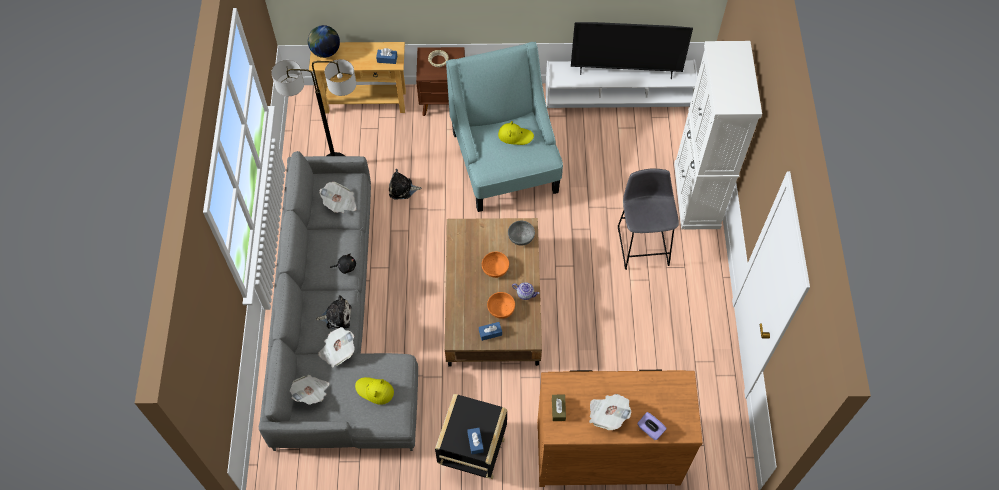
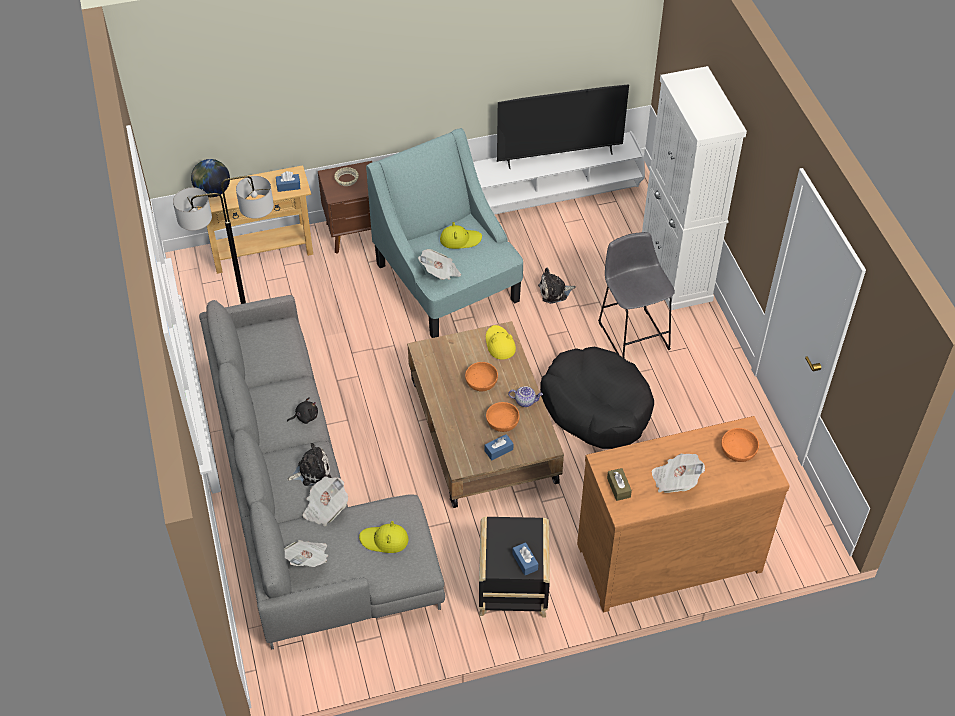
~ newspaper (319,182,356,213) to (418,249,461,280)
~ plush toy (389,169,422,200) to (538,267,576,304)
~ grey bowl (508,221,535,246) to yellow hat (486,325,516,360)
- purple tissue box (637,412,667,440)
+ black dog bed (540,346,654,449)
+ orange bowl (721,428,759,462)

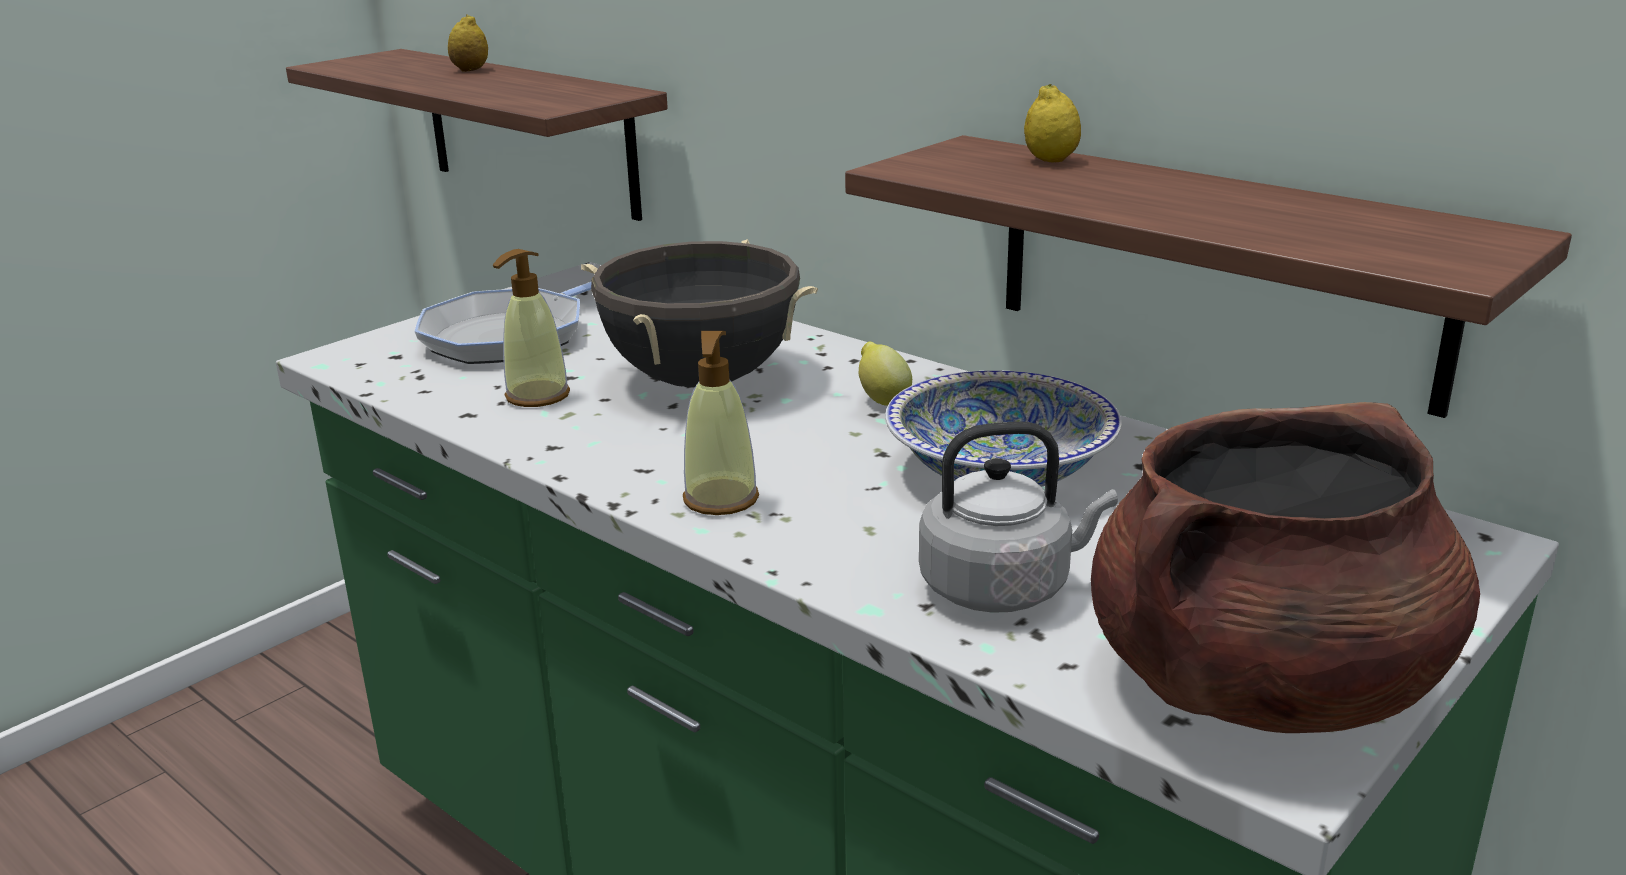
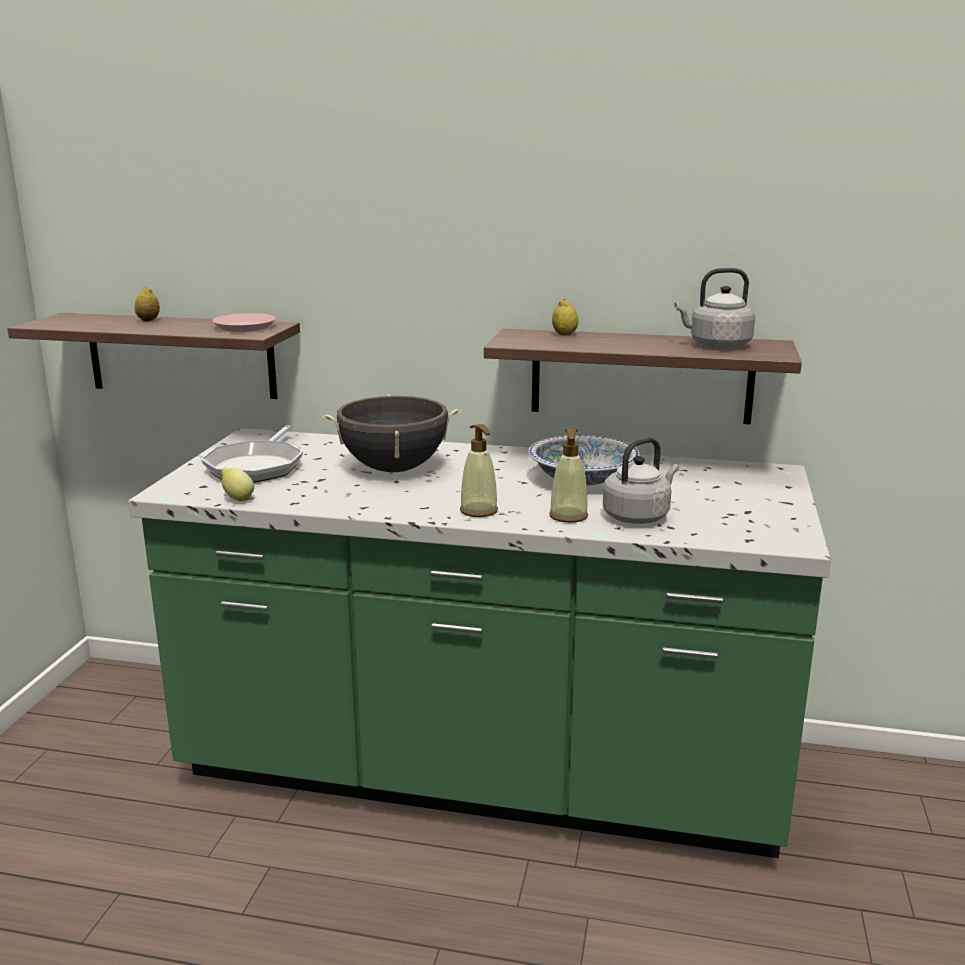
~ soap dispenser (493,249,570,407) to (549,429,588,523)
~ lemon (859,342,912,406) to (221,468,254,501)
- brown cooking pot (1091,402,1480,733)
+ pink plate (212,313,276,332)
+ grey kettle (674,268,755,348)

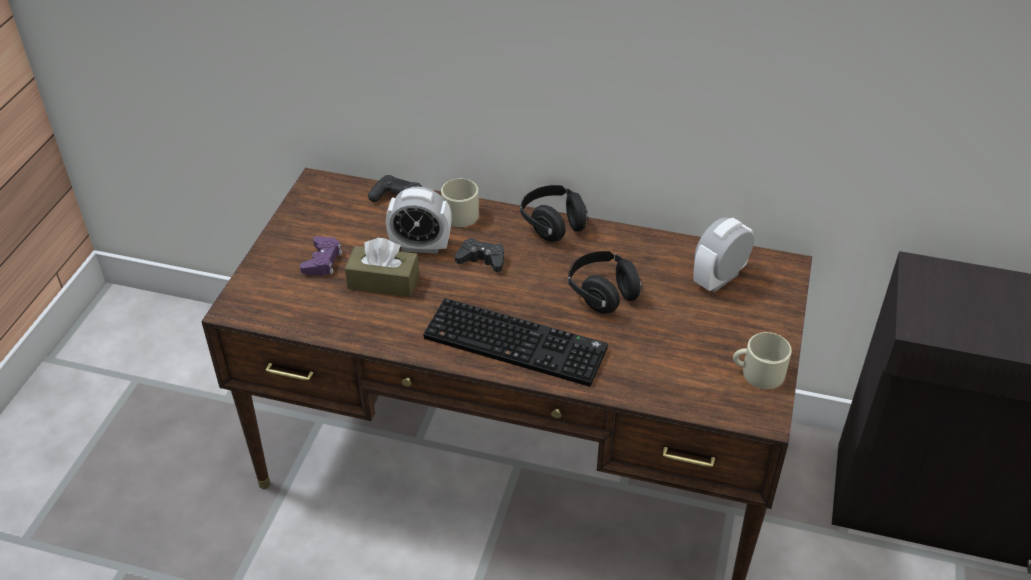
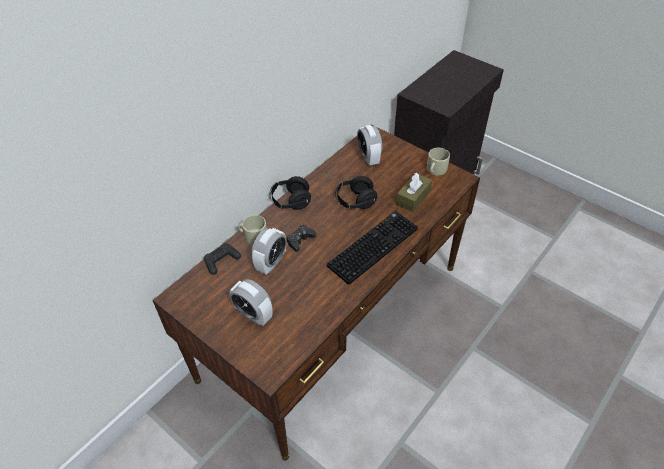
~ purple game controller (300,236,342,276) to alarm clock (230,279,273,326)
~ brown tissue box (345,238,419,297) to (396,172,432,212)

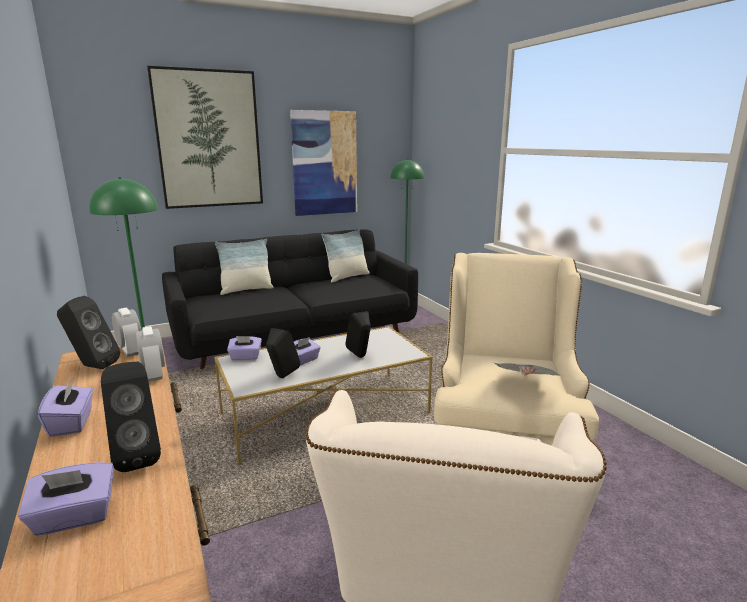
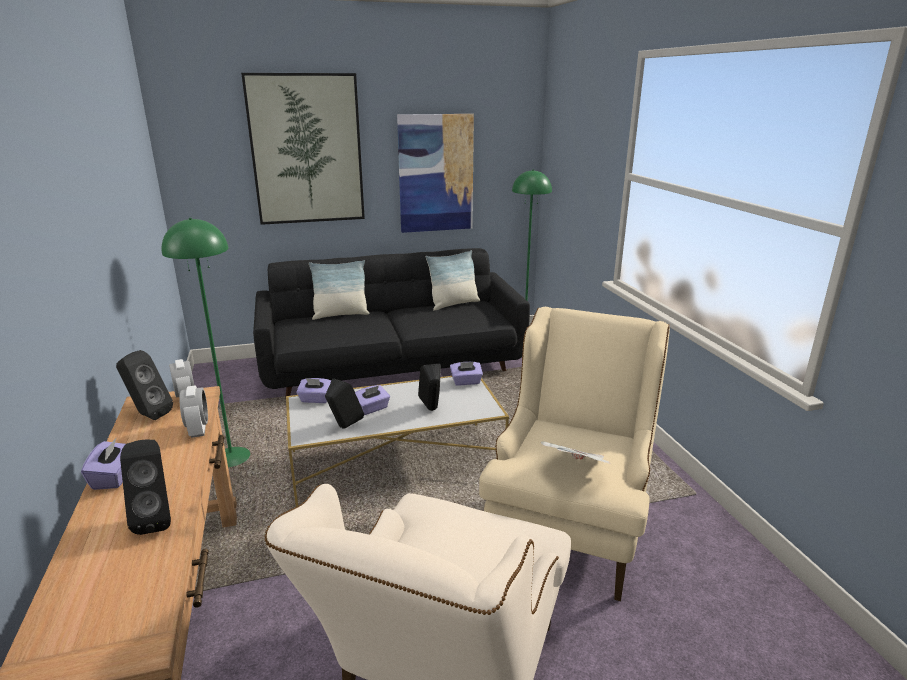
~ purple tissue box (18,462,114,536) to (450,362,483,386)

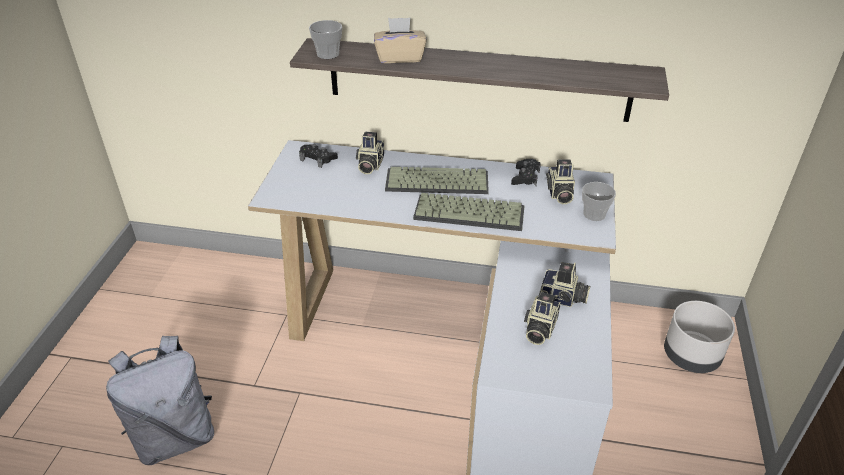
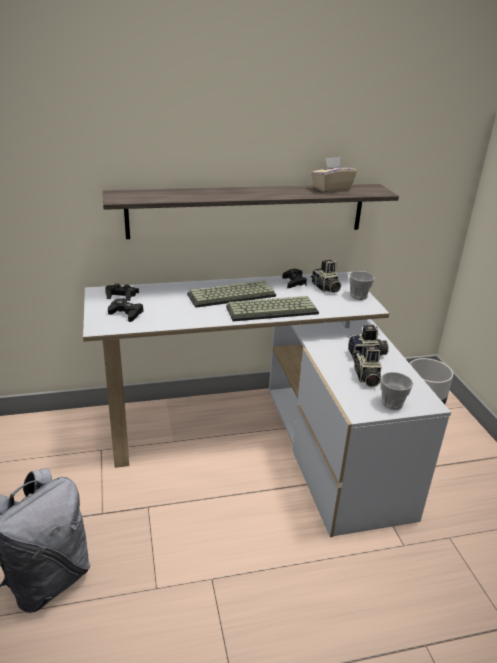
~ cup (309,20,342,59) to (381,372,413,410)
- photo camera (356,132,384,174)
~ beige tissue box (374,18,427,63) to (311,157,357,193)
+ black game controller (108,298,144,322)

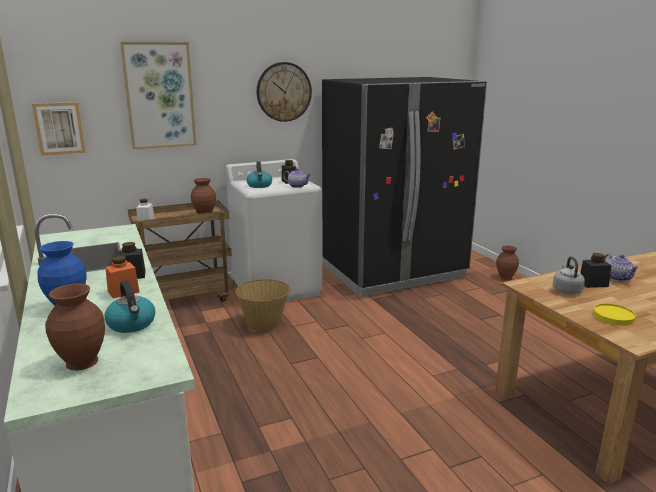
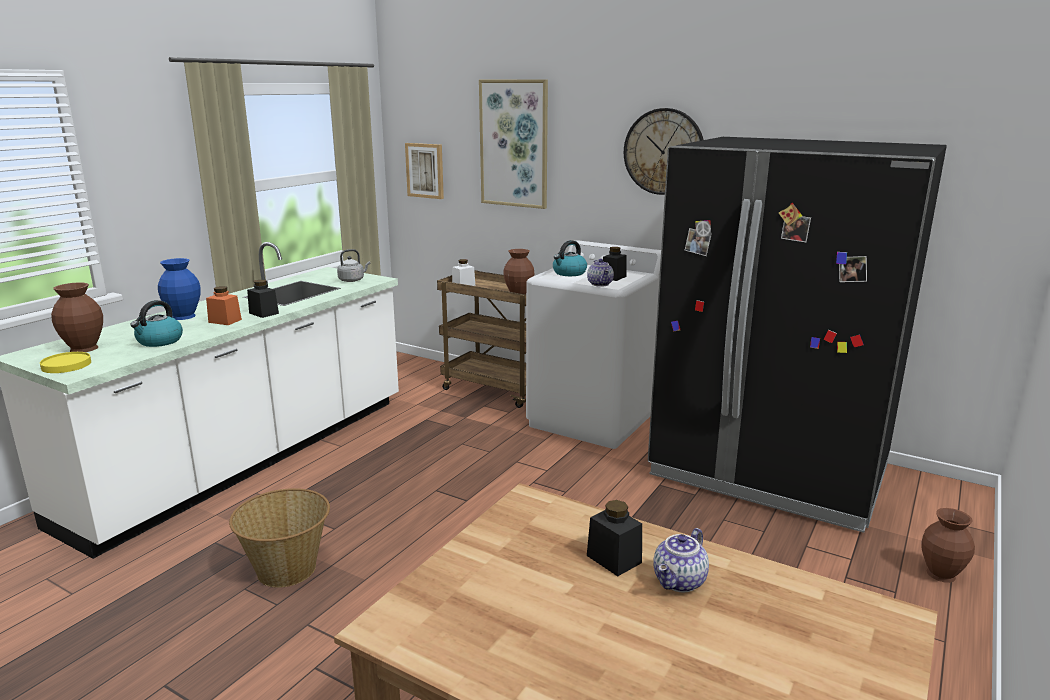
~ basket (235,279,291,332) to (229,488,330,588)
~ grey kettle (553,256,585,294) to (337,249,370,282)
~ yellow plate (593,303,636,326) to (40,352,91,373)

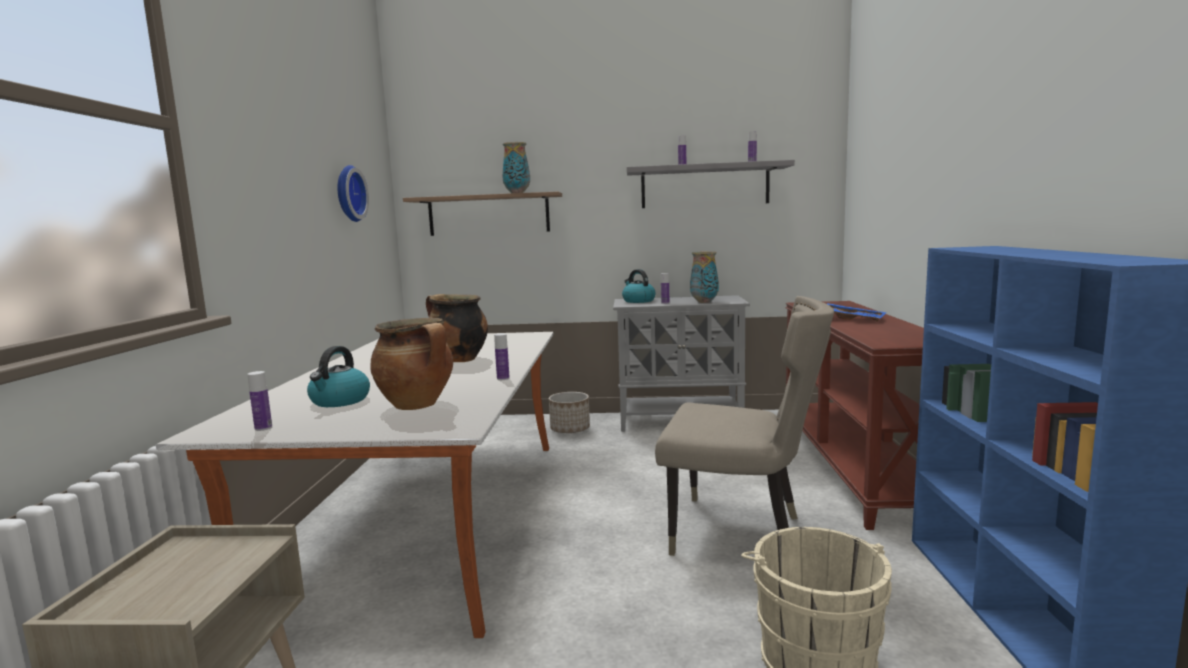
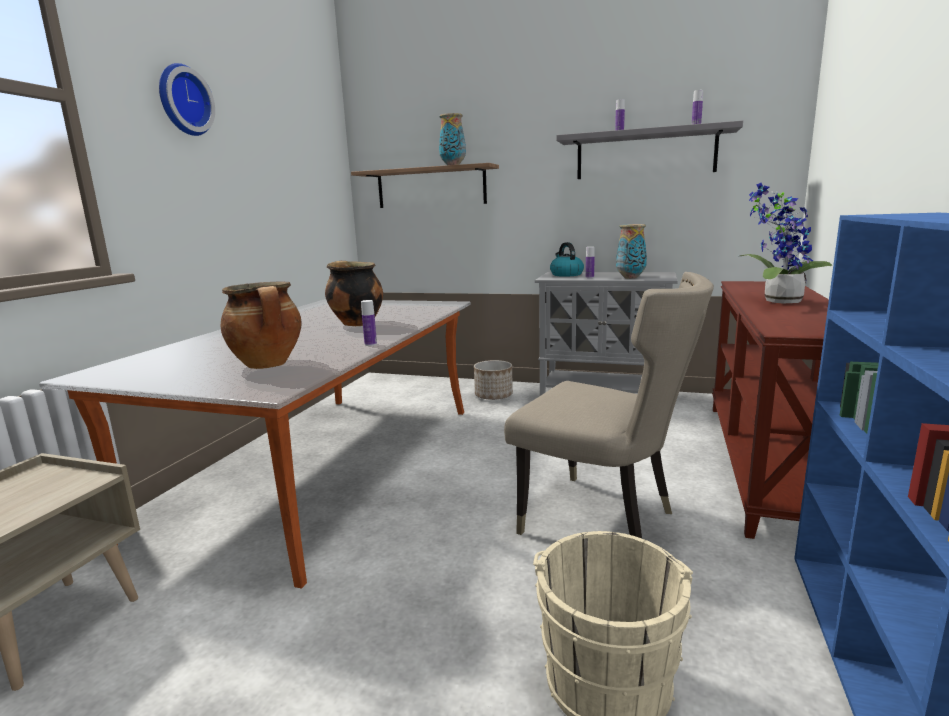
- bottle (247,371,272,431)
- kettle (307,346,370,407)
~ wall clock (337,165,369,222) to (159,63,215,136)
~ blue tray (827,303,887,322) to potted plant (740,183,832,304)

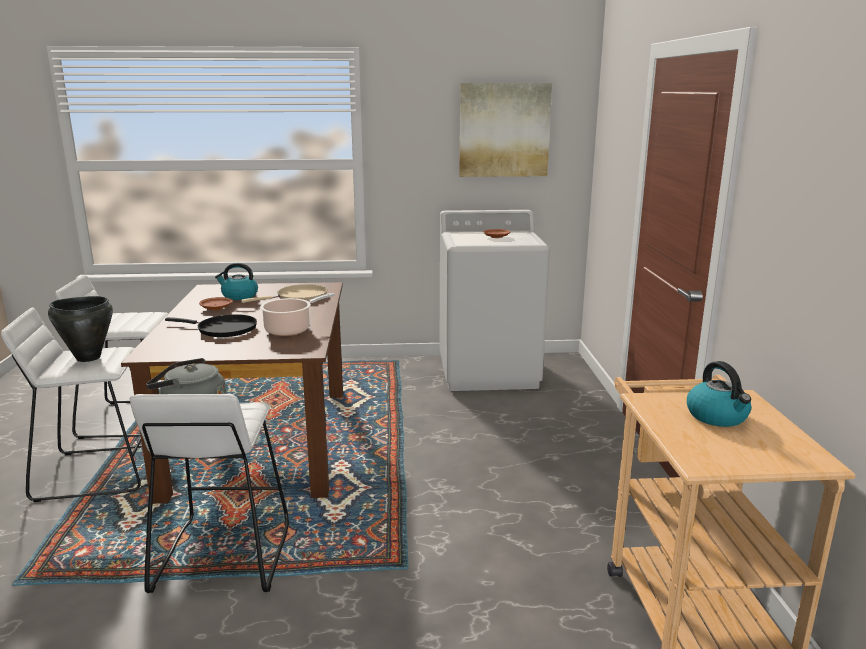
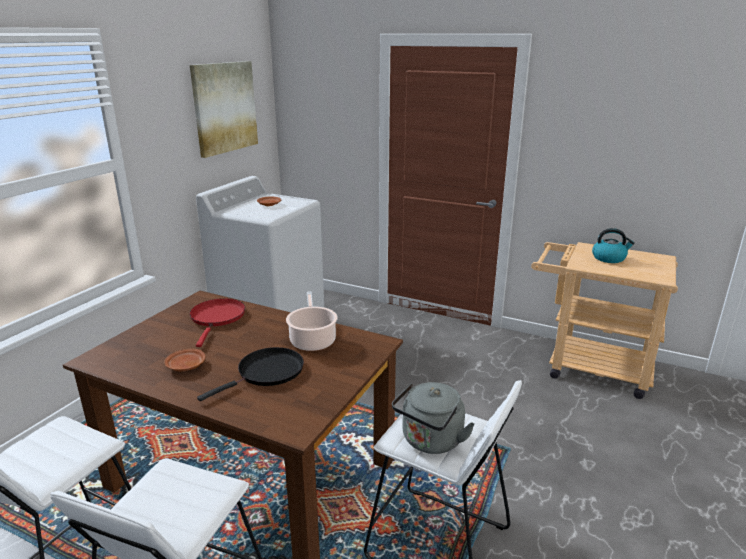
- black cooking pot (48,296,113,362)
- kettle (215,263,258,300)
~ beige frying pan (241,284,327,303) to red frying pan (190,298,245,347)

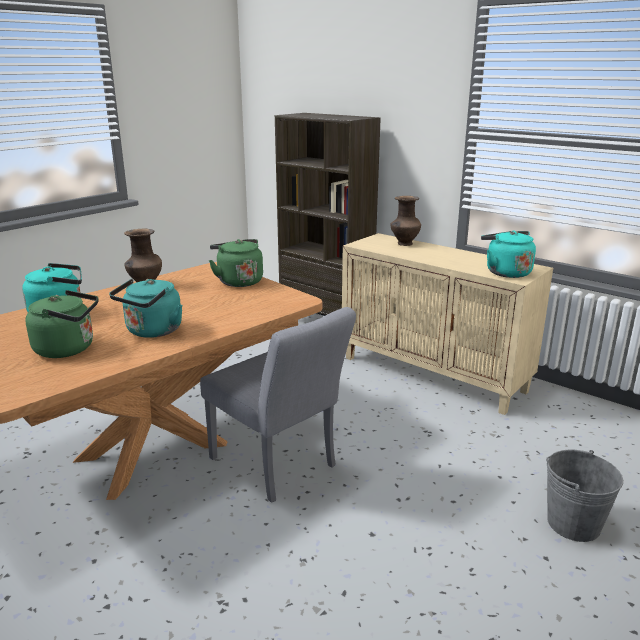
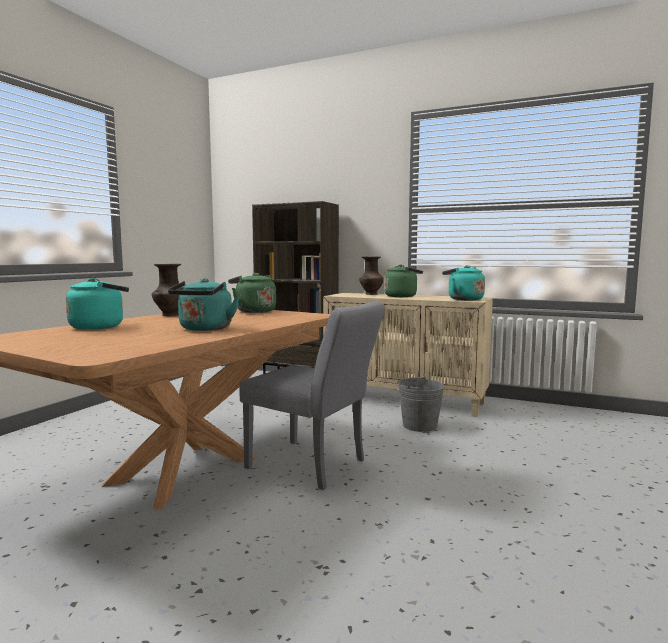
~ green kettle (25,290,99,358) to (384,265,423,297)
~ grey bucket (546,450,623,542) to (397,376,445,432)

